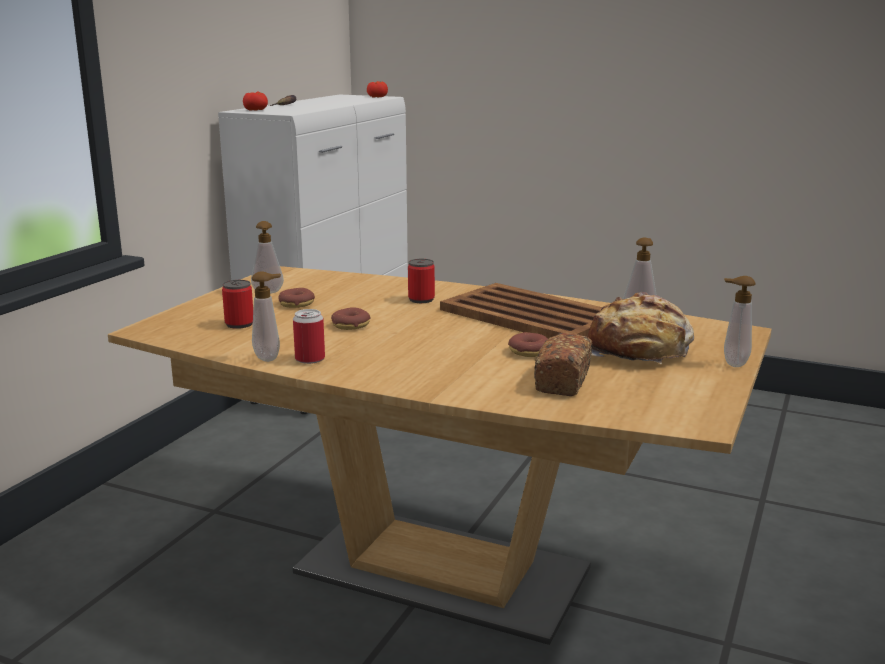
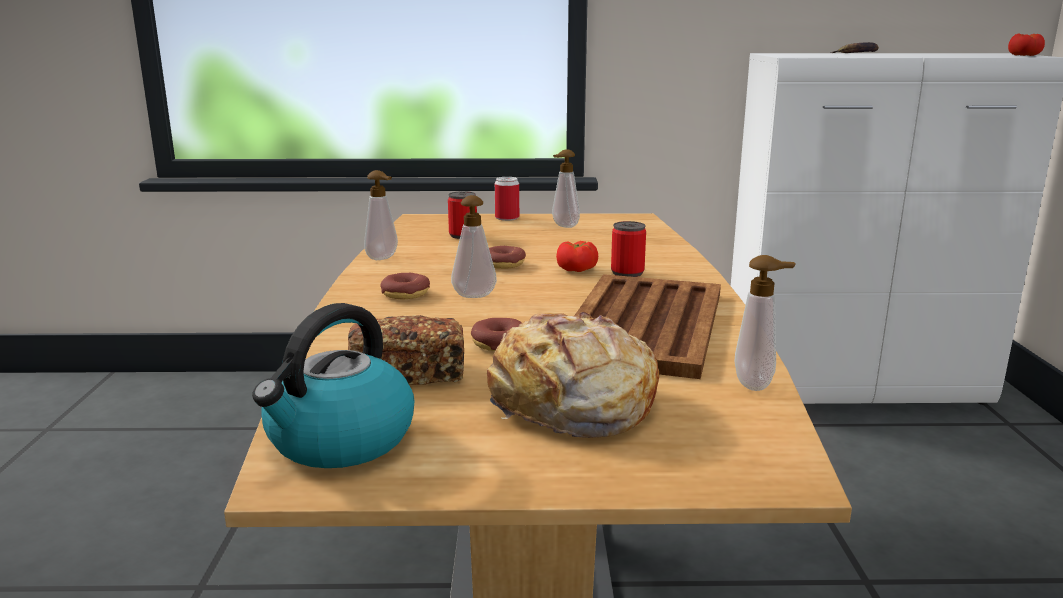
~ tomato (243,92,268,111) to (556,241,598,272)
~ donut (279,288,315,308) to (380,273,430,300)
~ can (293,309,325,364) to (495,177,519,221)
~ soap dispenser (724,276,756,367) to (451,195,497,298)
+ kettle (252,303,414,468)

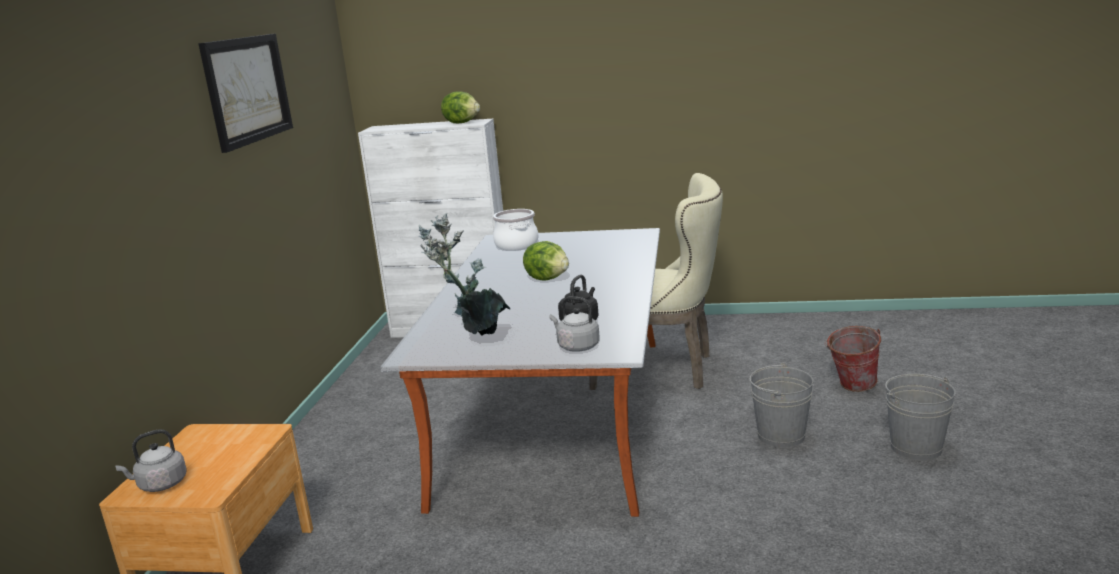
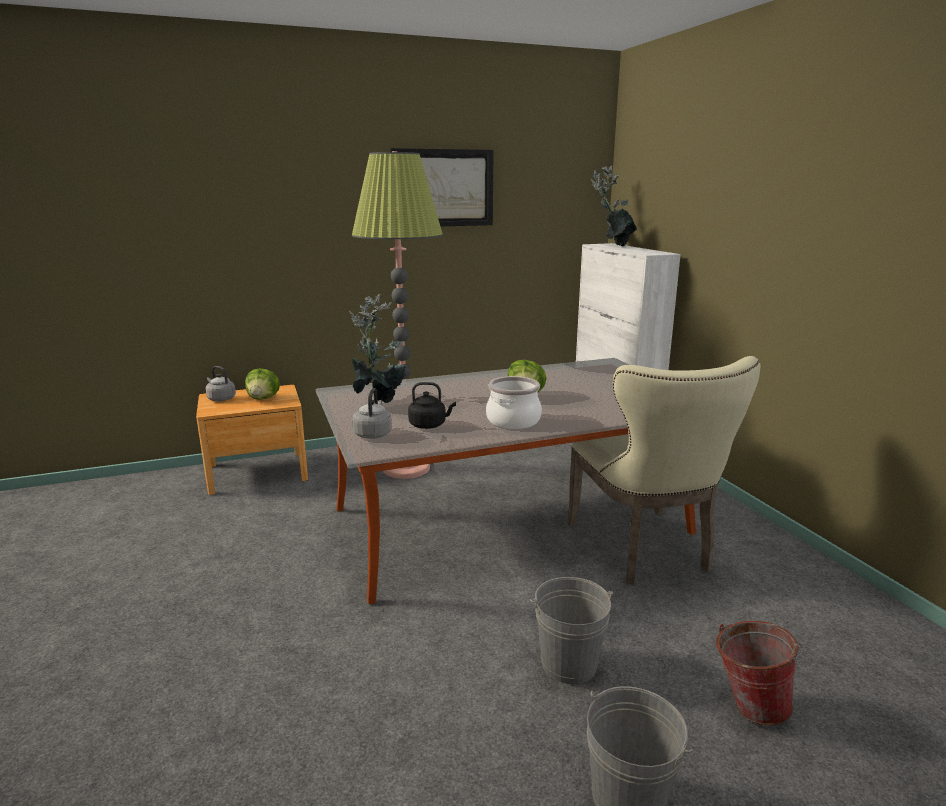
~ lettuce (441,91,480,123) to (245,368,280,400)
~ cooking pot (493,209,539,251) to (486,376,542,429)
+ floor lamp (352,151,443,479)
+ potted plant (591,165,637,246)

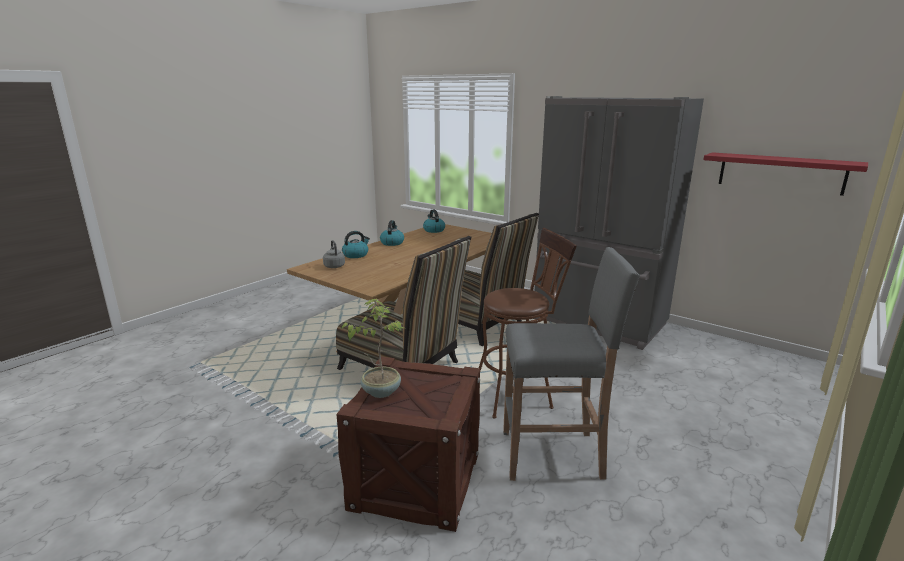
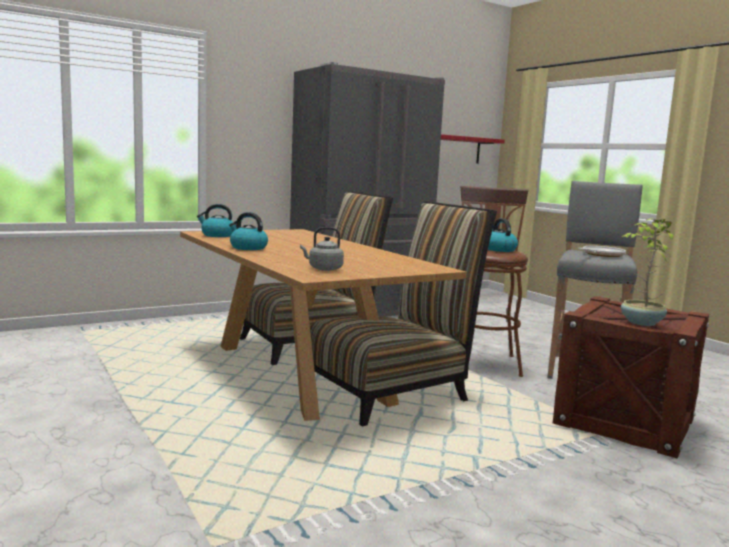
~ kettle (342,231,370,258) to (488,218,518,252)
+ frying pan (578,246,626,257)

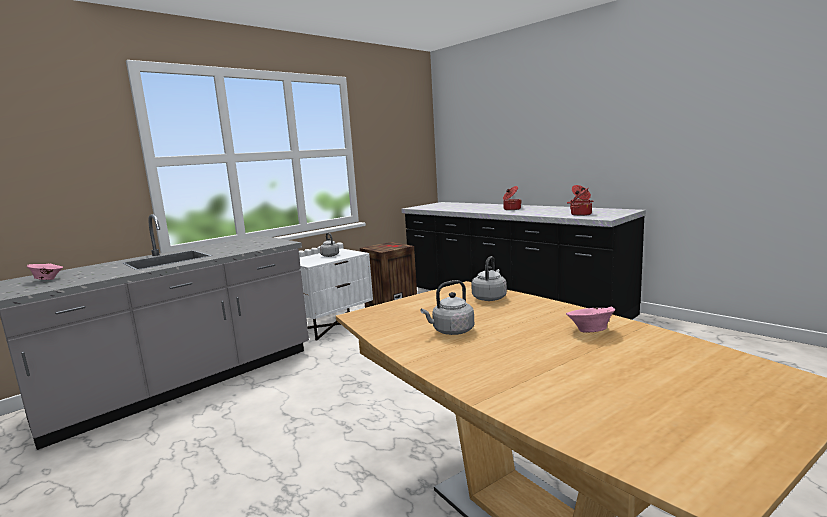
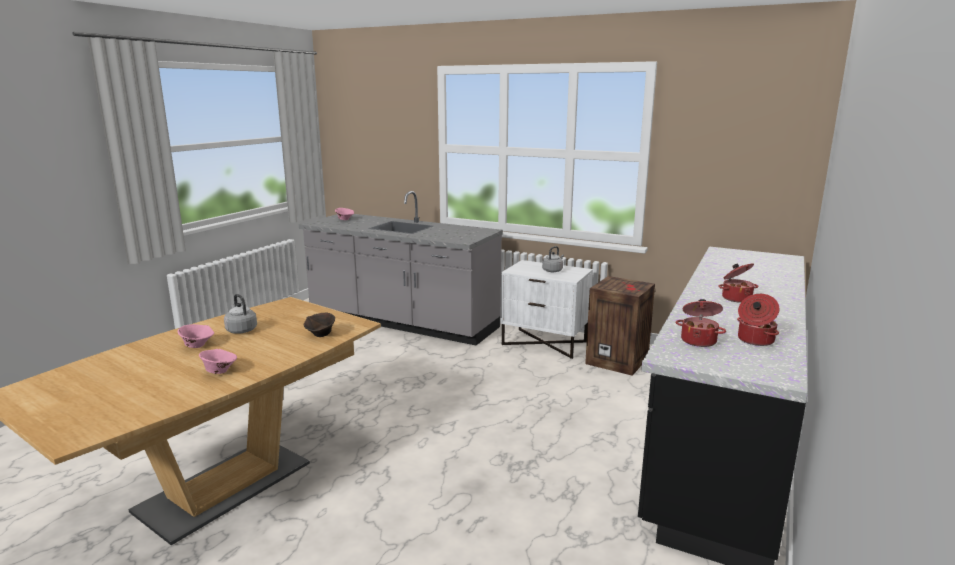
~ grey kettle (471,256,507,301) to brown bowl (304,312,335,337)
+ pink bowl (177,324,214,348)

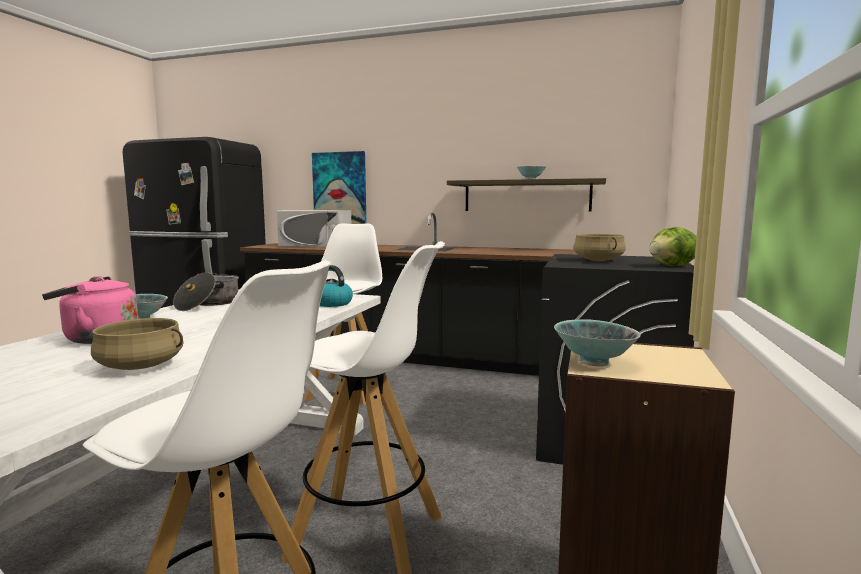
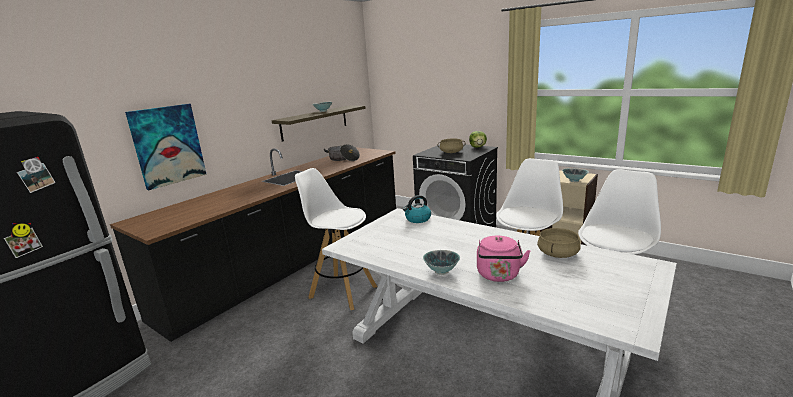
~ cooking pot (173,272,239,311) to (324,144,360,161)
- white microwave (277,210,351,247)

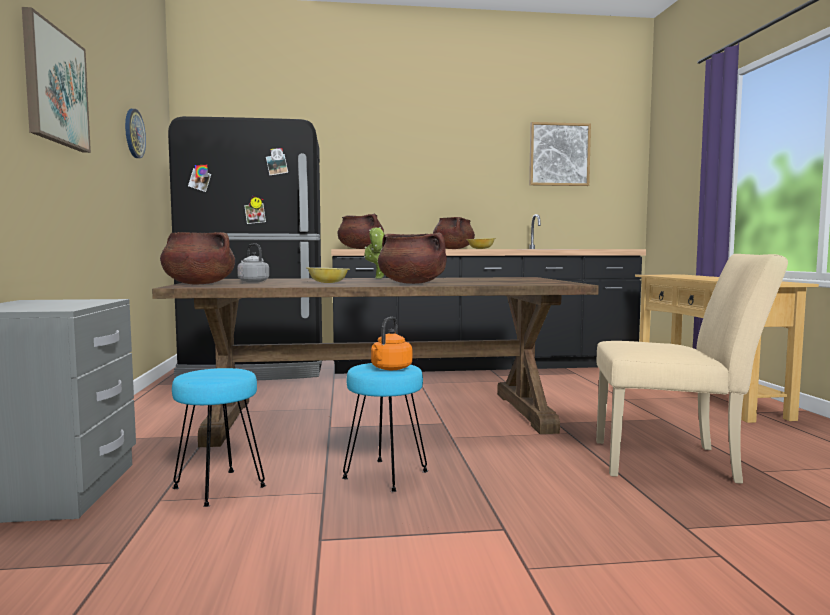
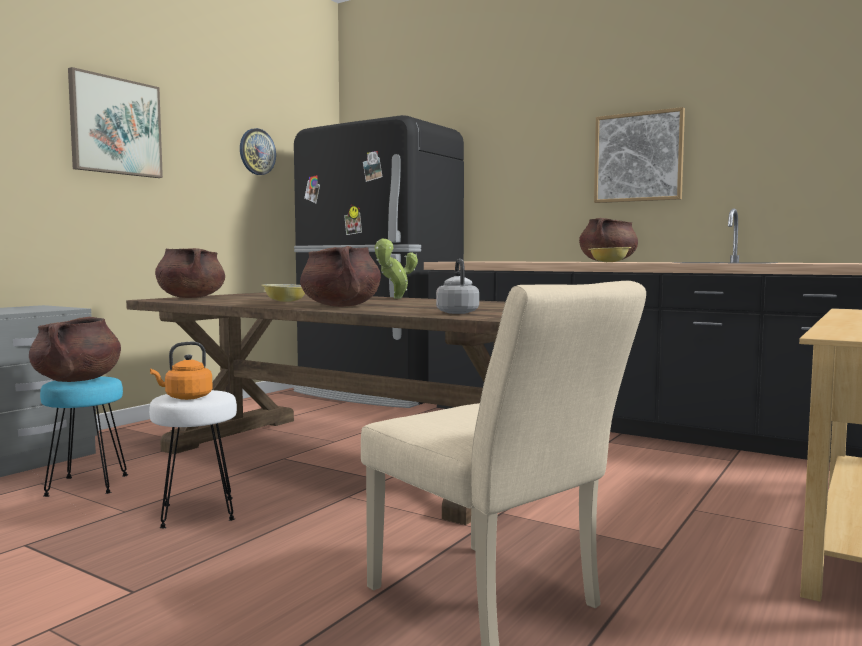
~ grey kettle (237,243,269,282) to (436,259,479,314)
~ brown cooking pot (338,213,384,249) to (29,317,121,382)
~ turquoise stool (342,363,428,492) to white stool (149,390,237,528)
~ picture (529,122,591,186) to (594,107,685,203)

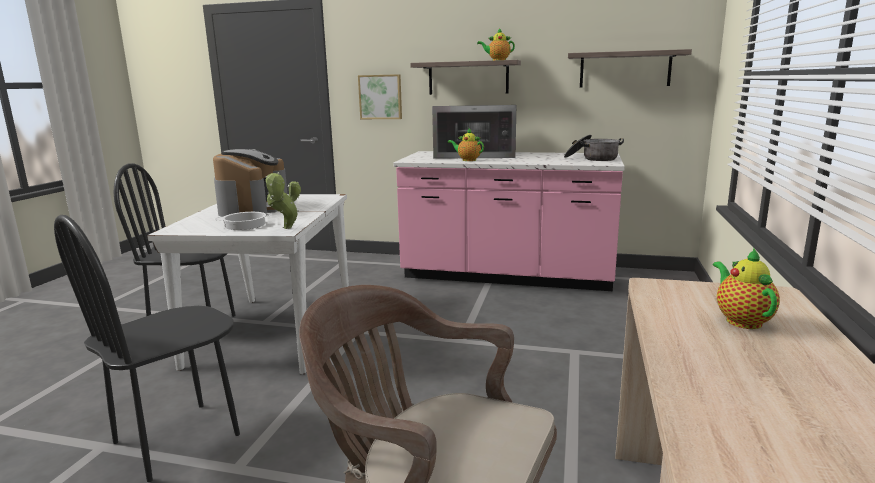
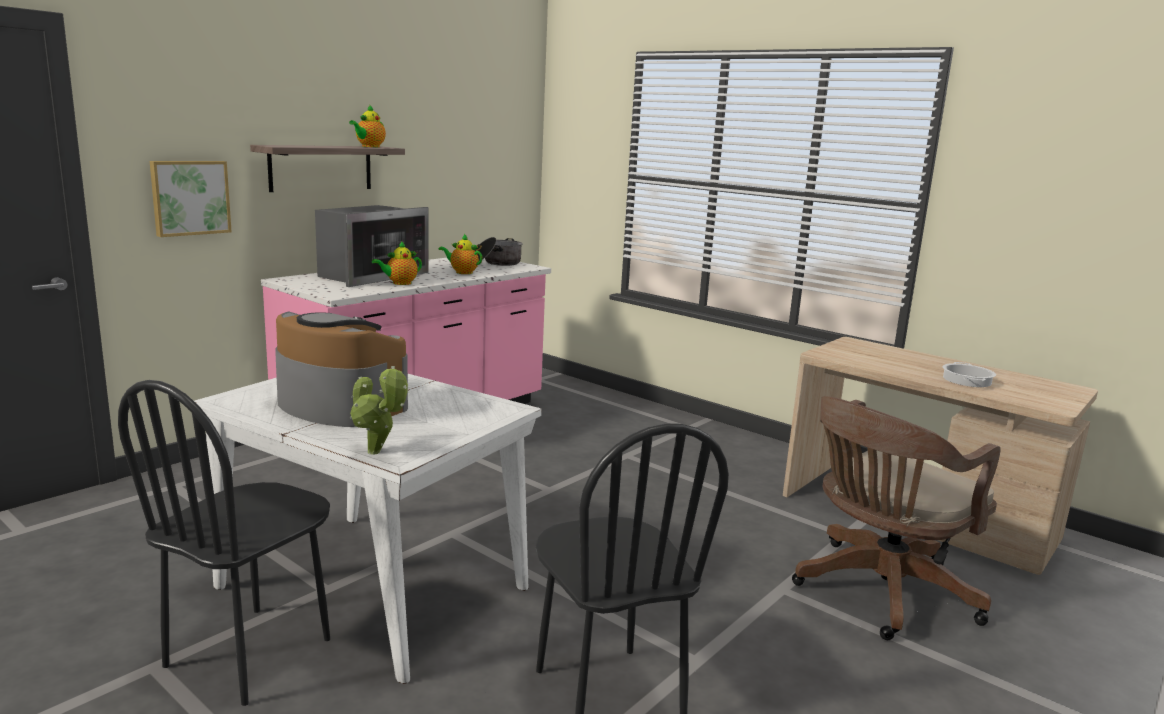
~ cooking pot (215,212,272,230) to (942,362,996,387)
~ potted plant (265,172,301,229) to (350,366,408,455)
- shelf (568,49,692,88)
~ teapot (713,248,780,329) to (439,234,482,274)

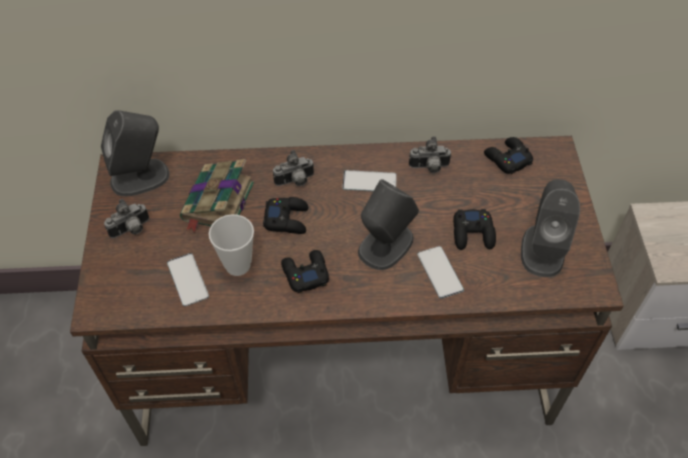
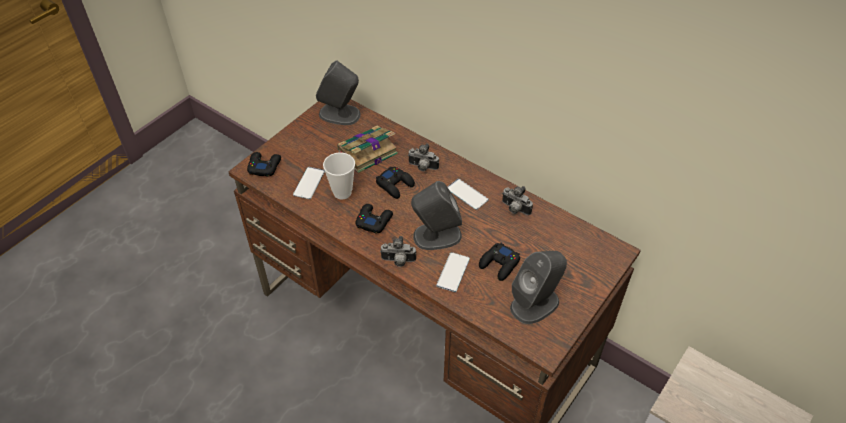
~ photo camera (104,199,149,238) to (380,236,416,267)
~ black game controller (484,137,533,174) to (247,152,281,177)

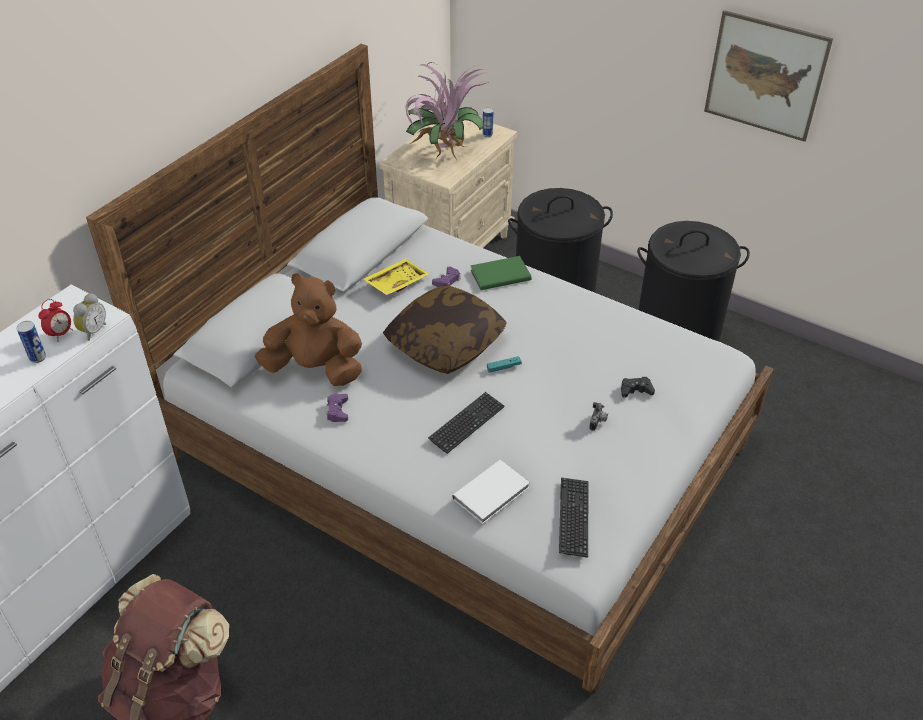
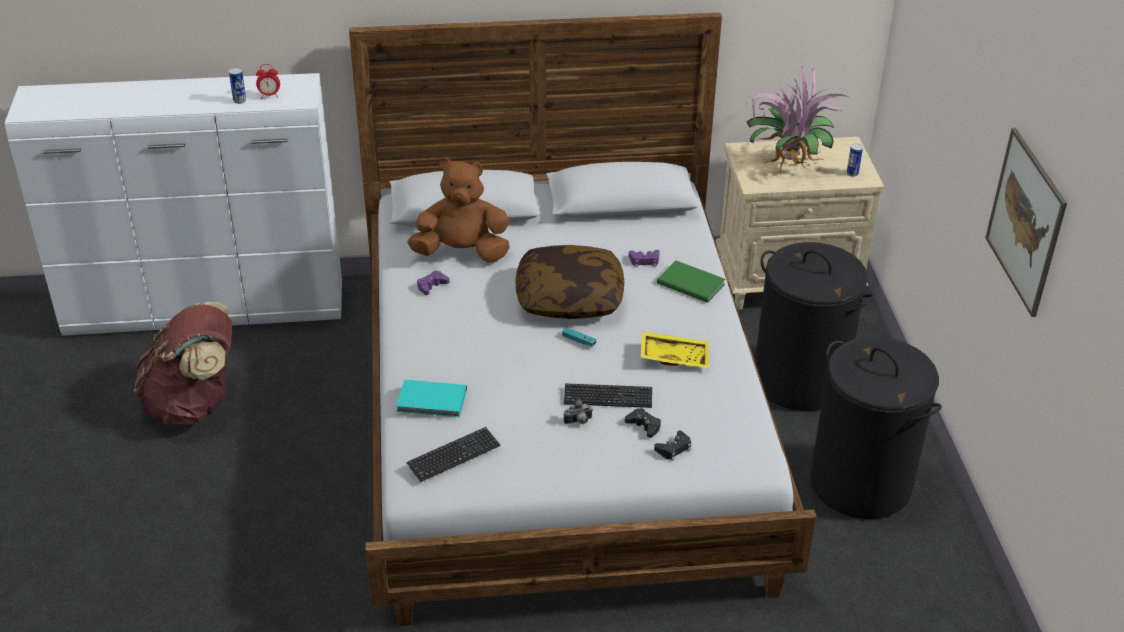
- alarm clock (73,293,106,341)
~ brown plush toy (255,273,362,386) = (408,158,510,263) 60 degrees counterclockwise
~ yellow tray (363,259,429,295) to (640,331,709,369)
~ keyboard (428,392,505,454) to (564,383,652,408)
~ white book (452,460,530,524) to turquoise book (396,380,467,417)
+ black game controller (654,431,691,461)

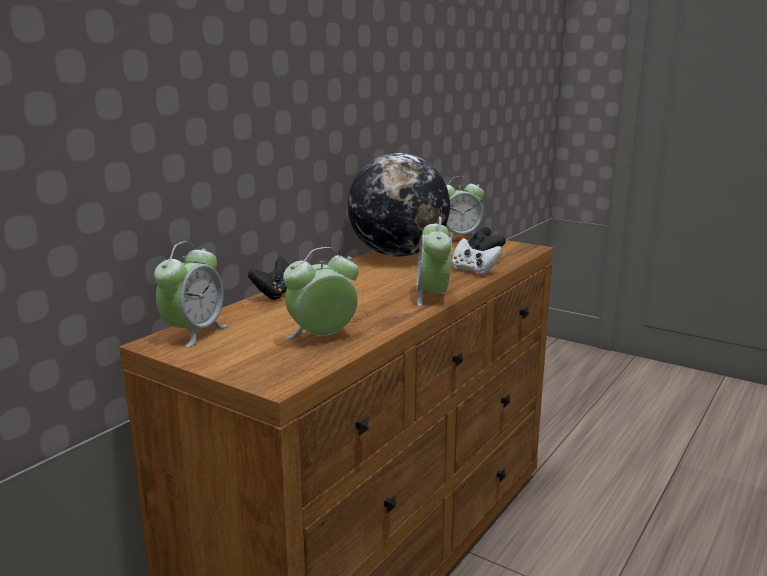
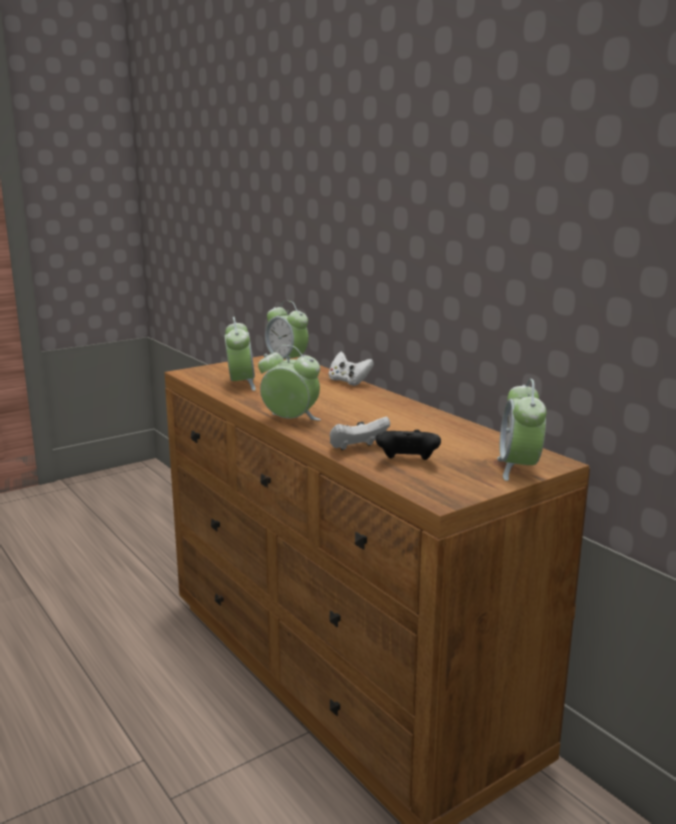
~ black game controller (248,257,289,300) to white game controller (329,351,374,386)
- globe (348,153,450,257)

